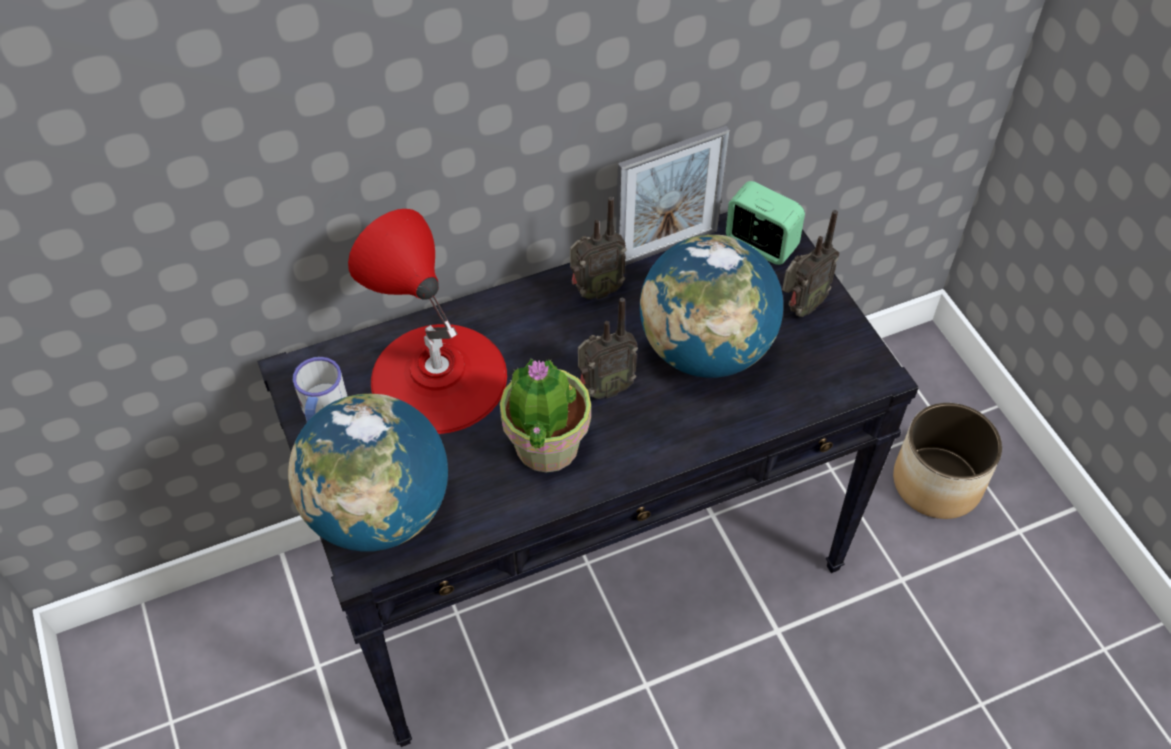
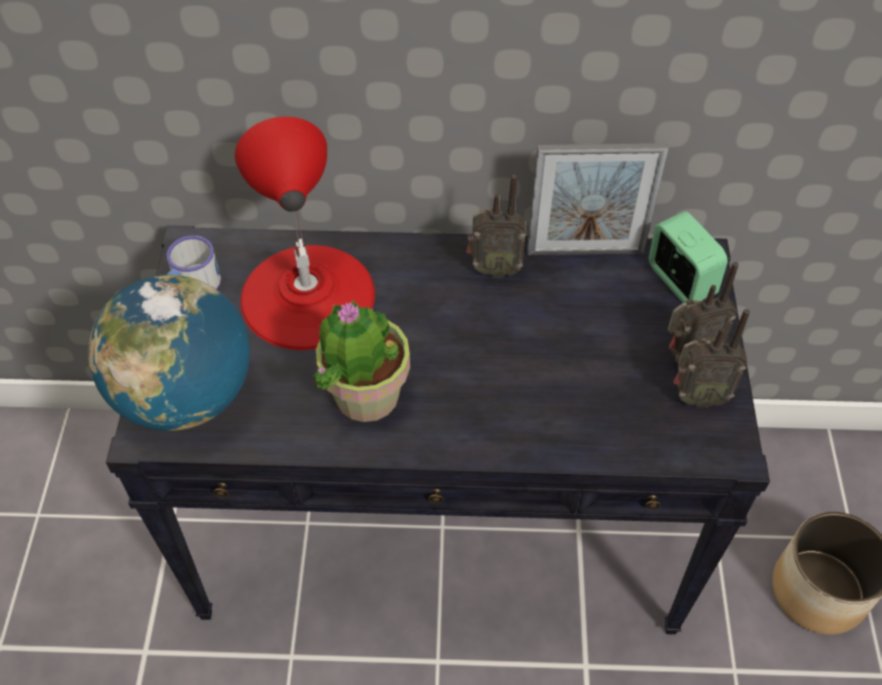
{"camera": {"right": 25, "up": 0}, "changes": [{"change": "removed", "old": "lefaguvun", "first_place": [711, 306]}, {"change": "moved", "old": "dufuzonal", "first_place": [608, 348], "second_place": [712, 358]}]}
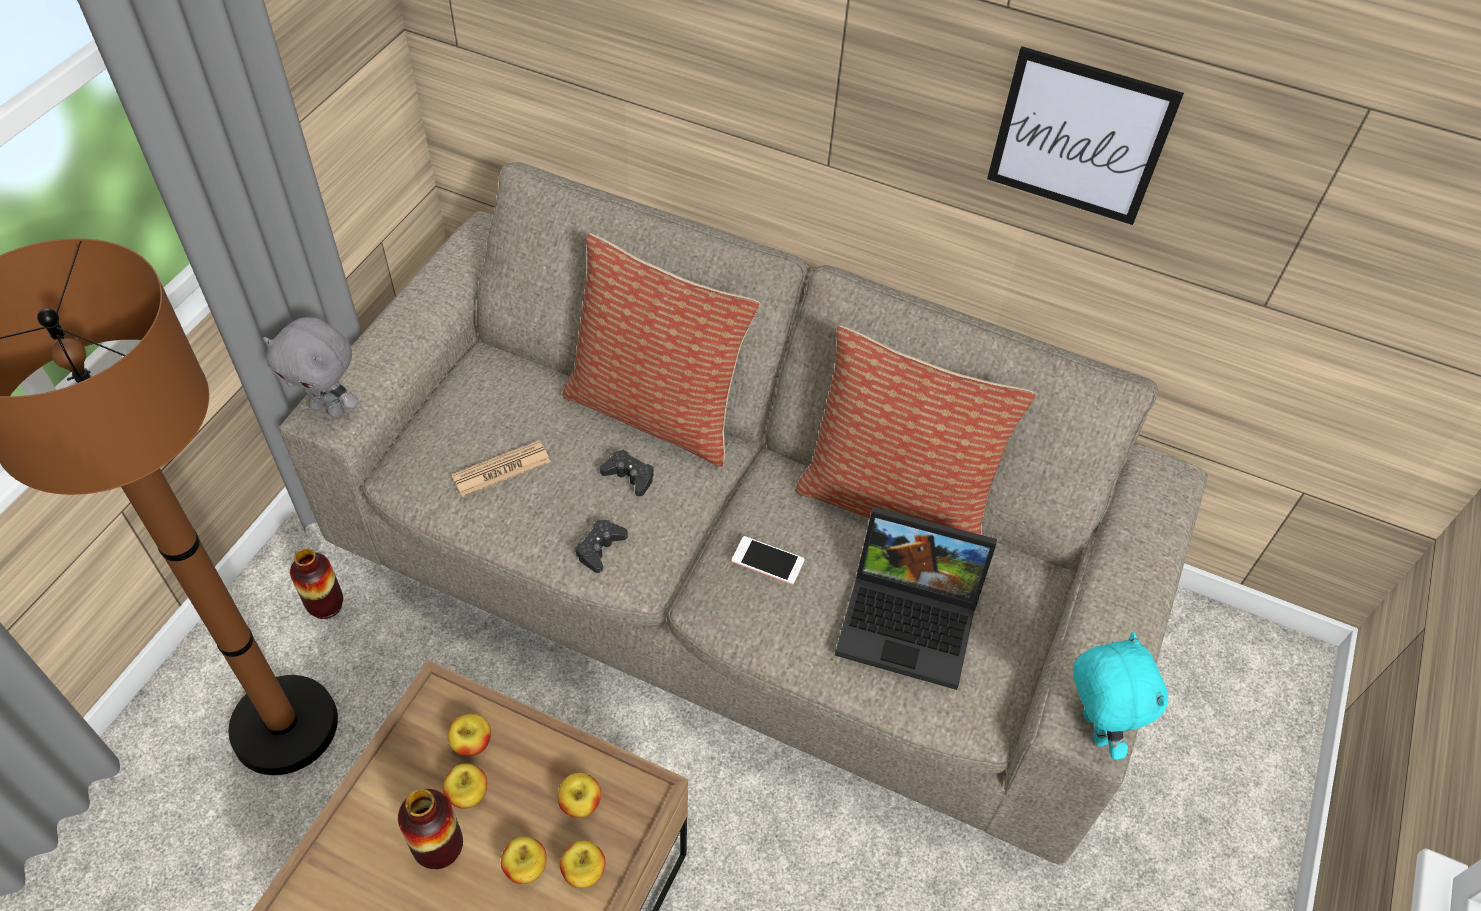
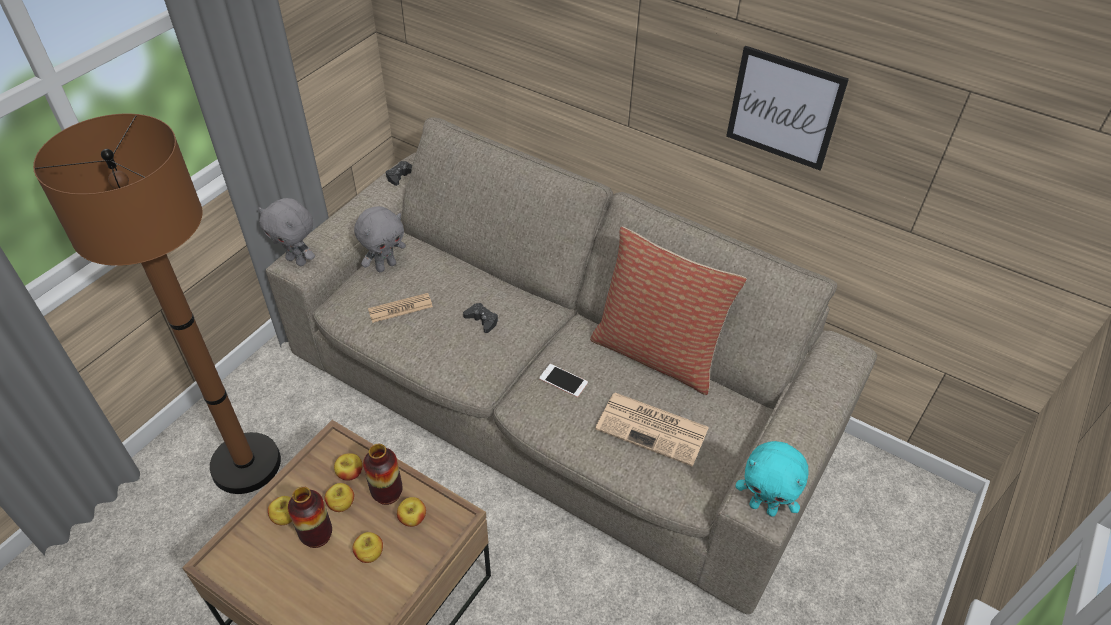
{"camera": {"right": 10, "up": -5}, "changes": [{"change": "removed", "old": "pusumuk", "first_place": [661, 350]}, {"change": "added", "new": "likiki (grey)", "second_place": [380, 239]}, {"change": "moved", "old": "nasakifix", "first_place": [316, 583], "second_place": [383, 474]}, {"change": "moved", "old": "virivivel", "first_place": [582, 864], "second_place": [280, 510]}, {"change": "moved", "old": "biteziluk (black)", "first_place": [601, 546], "second_place": [399, 173]}, {"change": "replaced", "old": "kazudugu", "new": "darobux", "first_place": [916, 598], "second_place": [652, 429]}, {"change": "turned", "old": "likiki (turquoise)", "first_place": [1120, 696], "second_place": [771, 479], "degrees": 120}]}
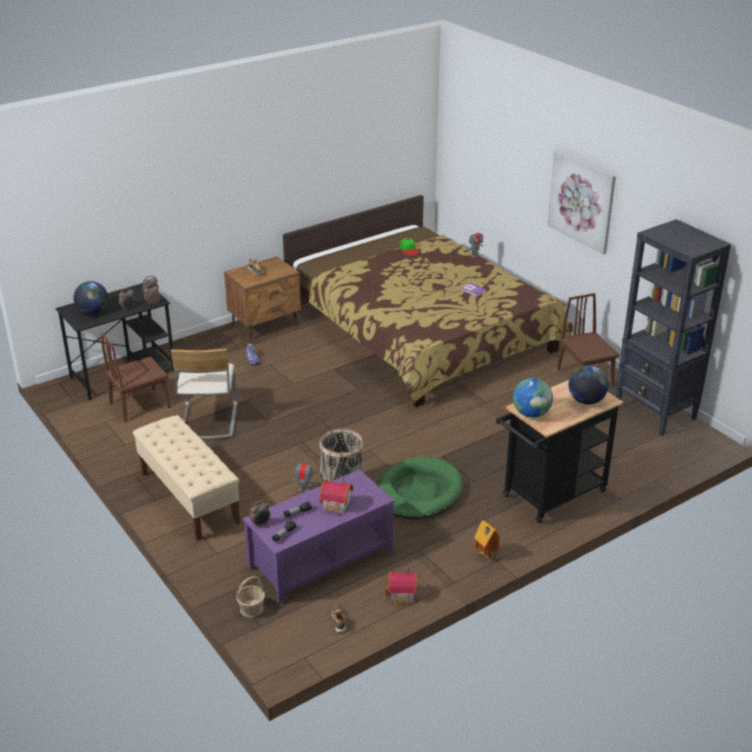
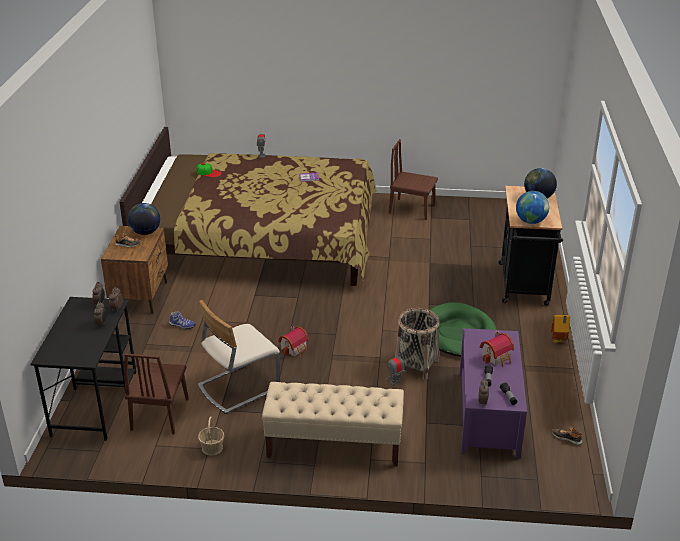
{"camera": {"right": -50, "up": 0}, "changes": [{"change": "removed", "old": "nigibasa", "first_place": [581, 202]}, {"change": "removed", "old": "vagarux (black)", "first_place": [673, 327]}, {"change": "moved", "old": "lefaguvun", "first_place": [91, 298], "second_place": [144, 219]}, {"change": "moved", "old": "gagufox", "first_place": [250, 597], "second_place": [211, 436]}, {"change": "moved", "old": "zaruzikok", "first_place": [401, 587], "second_place": [293, 341]}, {"change": "turned", "old": "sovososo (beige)", "first_place": [204, 393], "second_place": [239, 357], "degrees": 105}]}
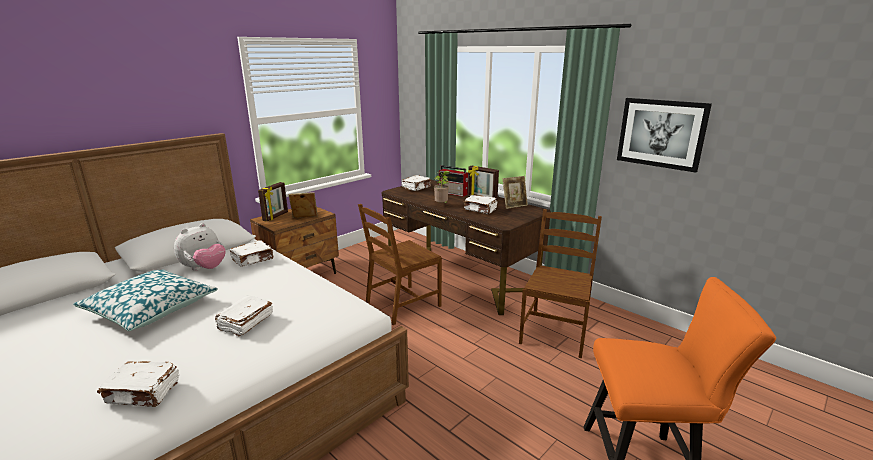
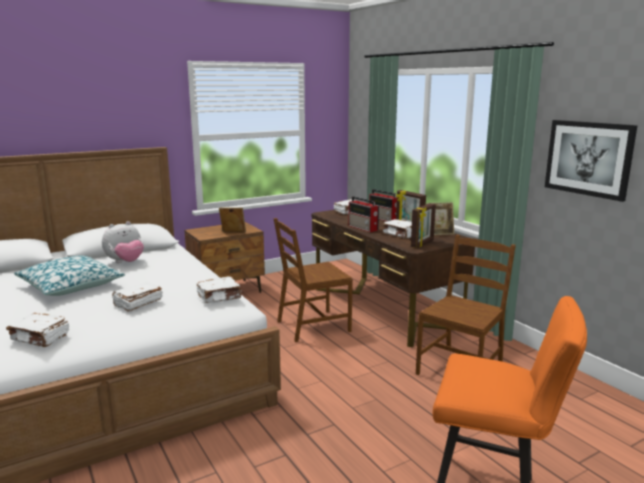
{"camera": {"right": 15, "up": -5}, "changes": [{"change": "moved", "old": "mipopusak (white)", "first_place": [252, 253], "second_place": [219, 289]}, {"change": "moved", "old": "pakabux", "first_place": [273, 202], "second_place": [423, 225]}, {"change": "replaced", "old": "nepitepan", "new": "dufuzonal", "first_place": [442, 187], "second_place": [363, 214]}]}
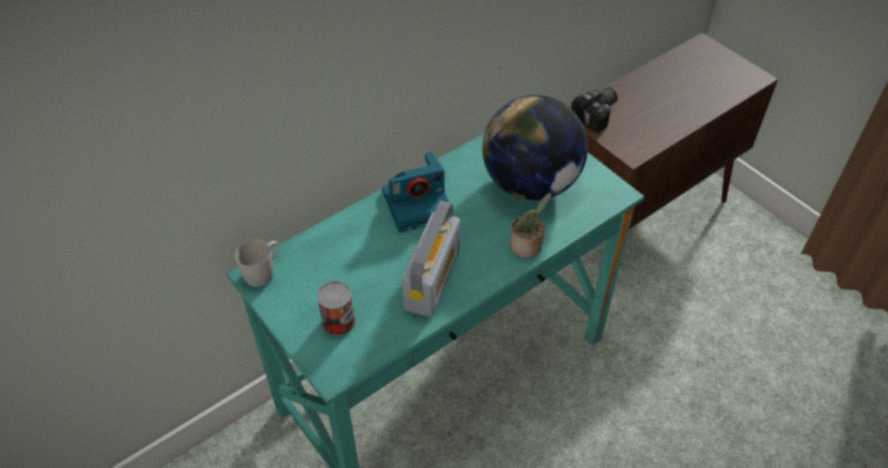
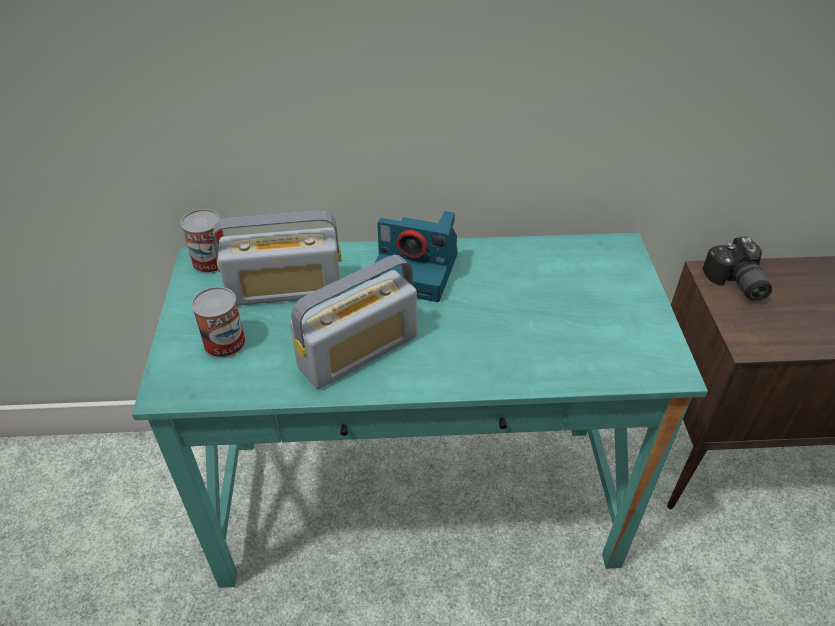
{"camera": {"right": 35, "up": -5}, "changes": [{"change": "removed", "old": "lefaguvun", "first_place": [535, 147]}, {"change": "removed", "old": "nepitepan", "first_place": [531, 225]}, {"change": "added", "new": "dufuzonal", "second_place": [277, 258]}, {"change": "replaced", "old": "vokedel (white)", "new": "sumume", "first_place": [257, 263], "second_place": [202, 241]}, {"change": "turned", "old": "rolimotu", "first_place": [594, 110], "second_place": [737, 269], "degrees": 90}]}
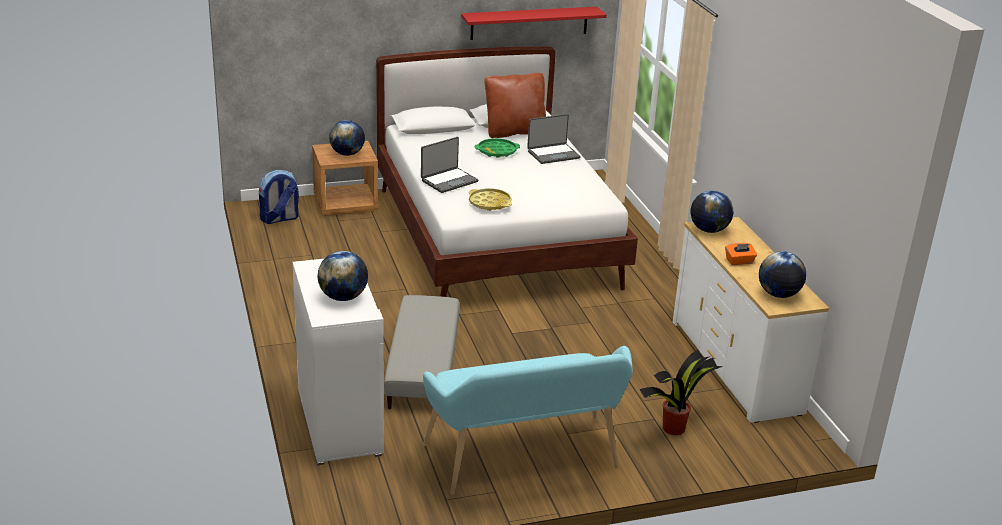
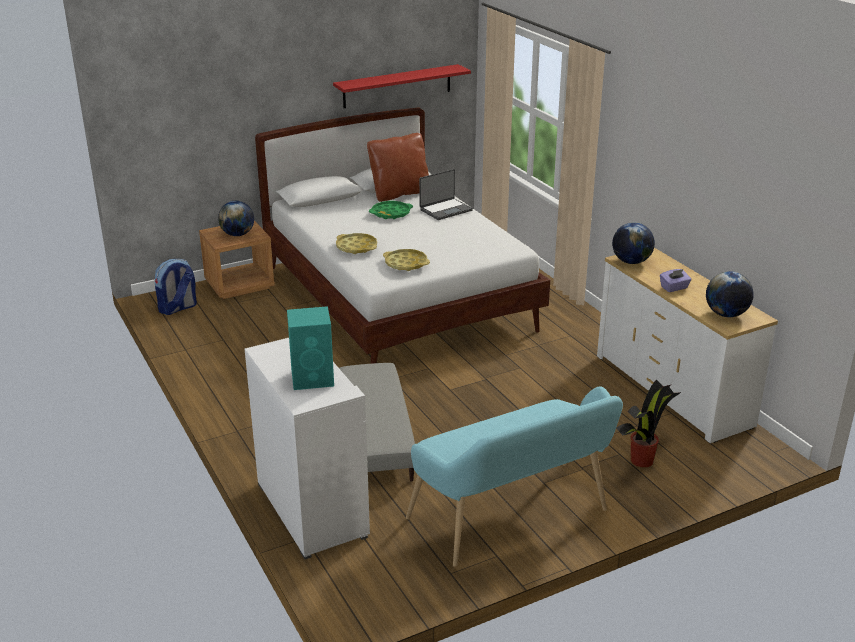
{"camera": {"right": -10, "up": 0}, "changes": [{"change": "replaced", "old": "lefaguvun", "new": "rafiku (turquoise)", "first_place": [343, 276], "second_place": [310, 348]}, {"change": "replaced", "old": "kazudugu", "new": "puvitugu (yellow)", "first_place": [449, 165], "second_place": [356, 243]}, {"change": "recoloured", "old": "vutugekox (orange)", "new": "vutugekox (purple)", "first_place": [741, 254], "second_place": [675, 280]}]}
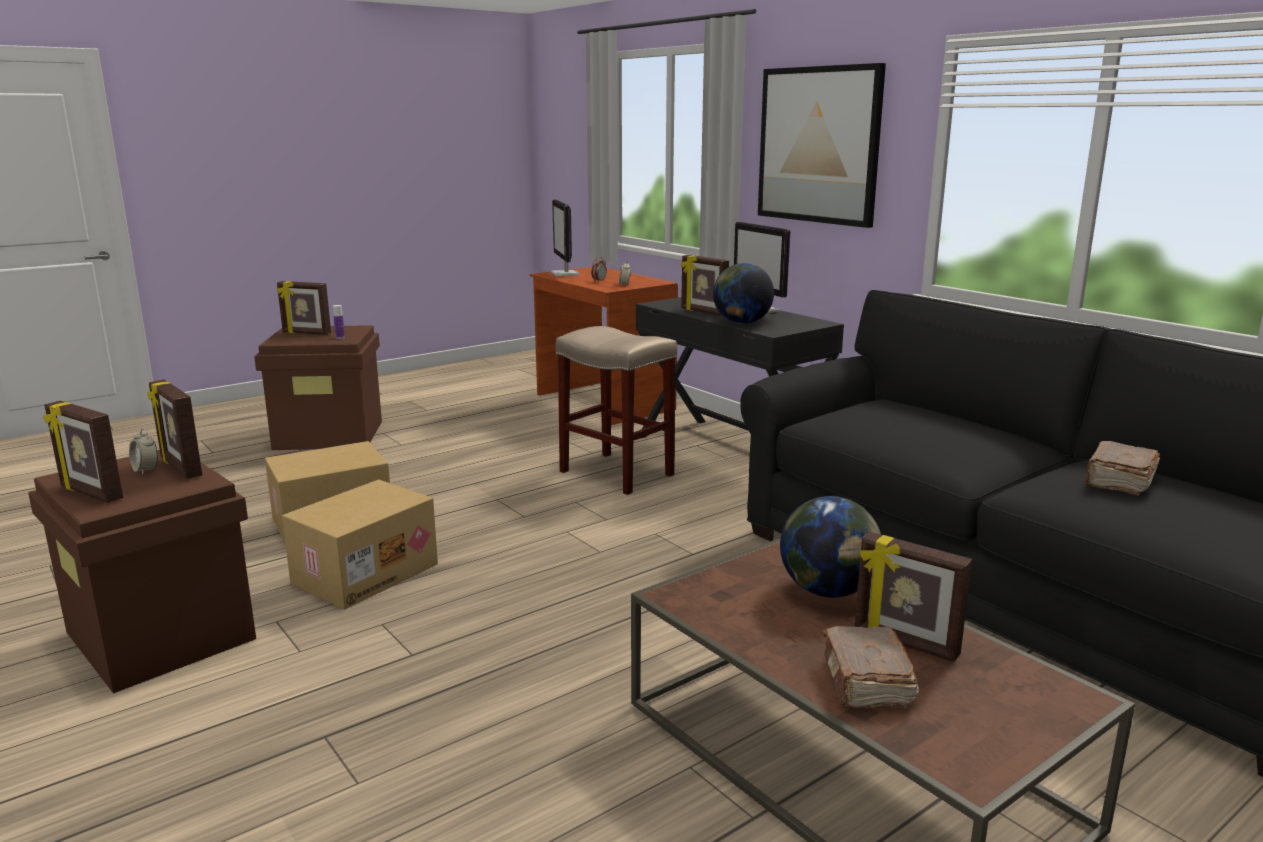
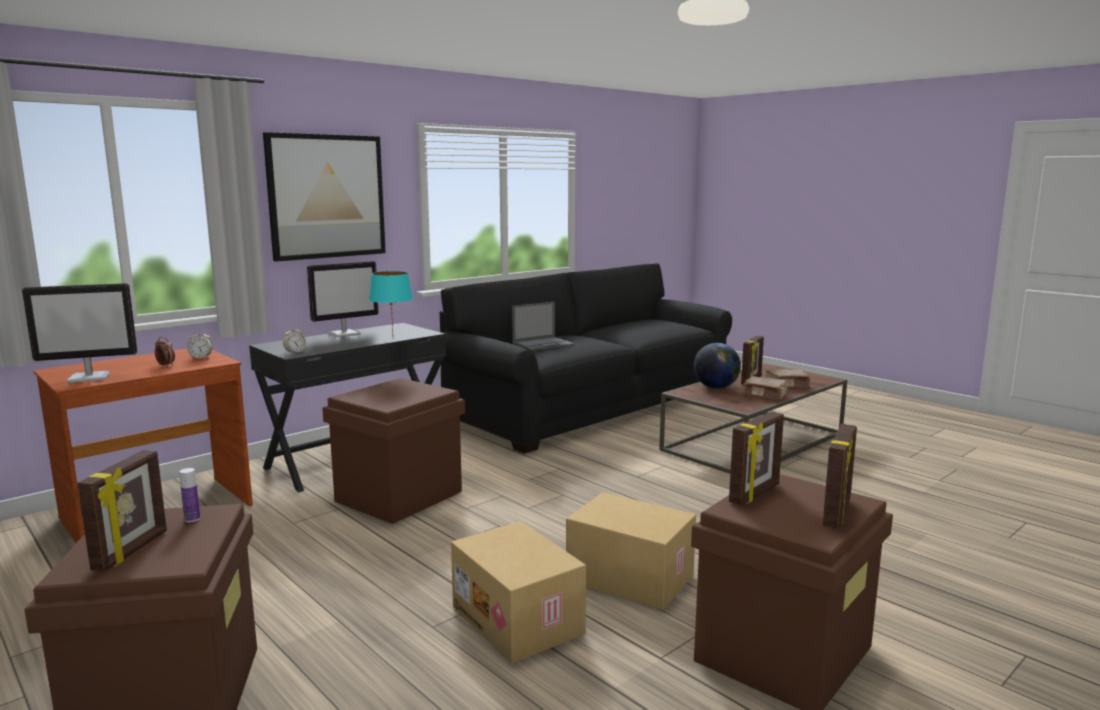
{"camera": {"right": -95, "up": -5}, "changes": [{"change": "removed", "old": "pakabux", "first_place": [705, 285]}, {"change": "added", "new": "kazudugu", "second_place": [543, 326]}, {"change": "moved", "old": "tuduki", "first_place": [143, 451], "second_place": [294, 340]}, {"change": "moved", "old": "mipopusak (brown)", "first_place": [1122, 468], "second_place": [765, 388]}, {"change": "replaced", "old": "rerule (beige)", "new": "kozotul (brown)", "first_place": [616, 410], "second_place": [393, 451]}, {"change": "replaced", "old": "lefaguvun", "new": "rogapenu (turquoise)", "first_place": [743, 293], "second_place": [391, 302]}]}
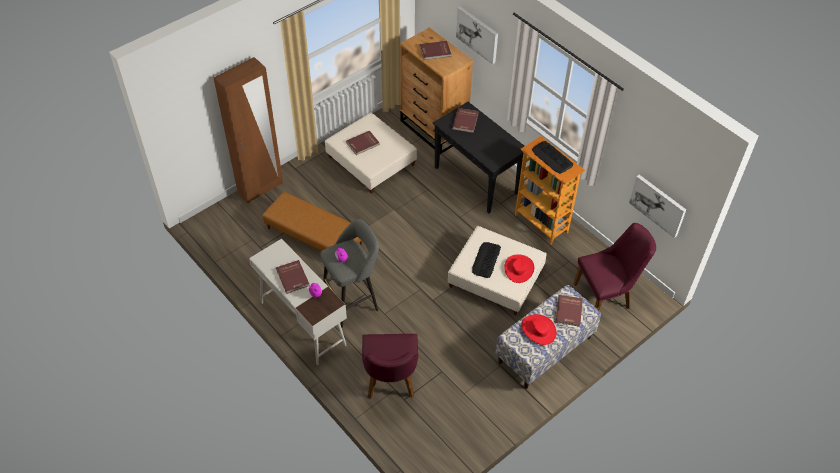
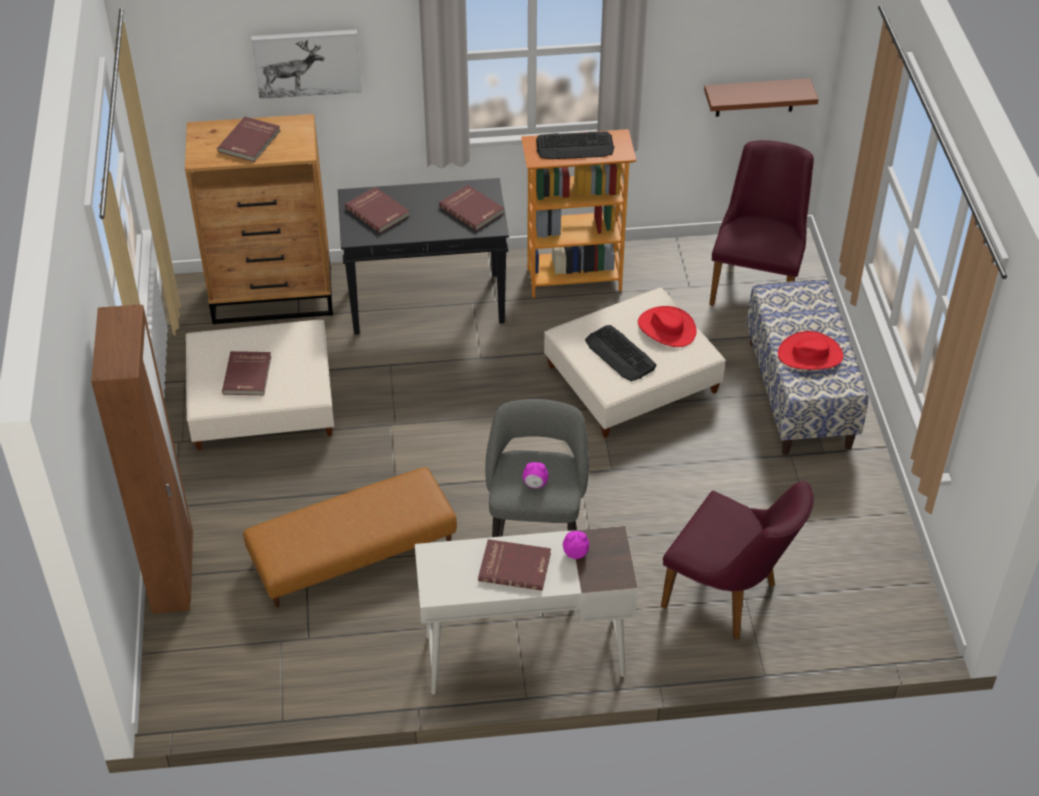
{"camera": {"right": -55, "up": -5}, "changes": [{"change": "moved", "old": "mipopusak (red)", "first_place": [569, 311], "second_place": [471, 207]}, {"change": "replaced", "old": "nigibasa", "new": "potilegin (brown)", "first_place": [657, 206], "second_place": [761, 97]}]}
